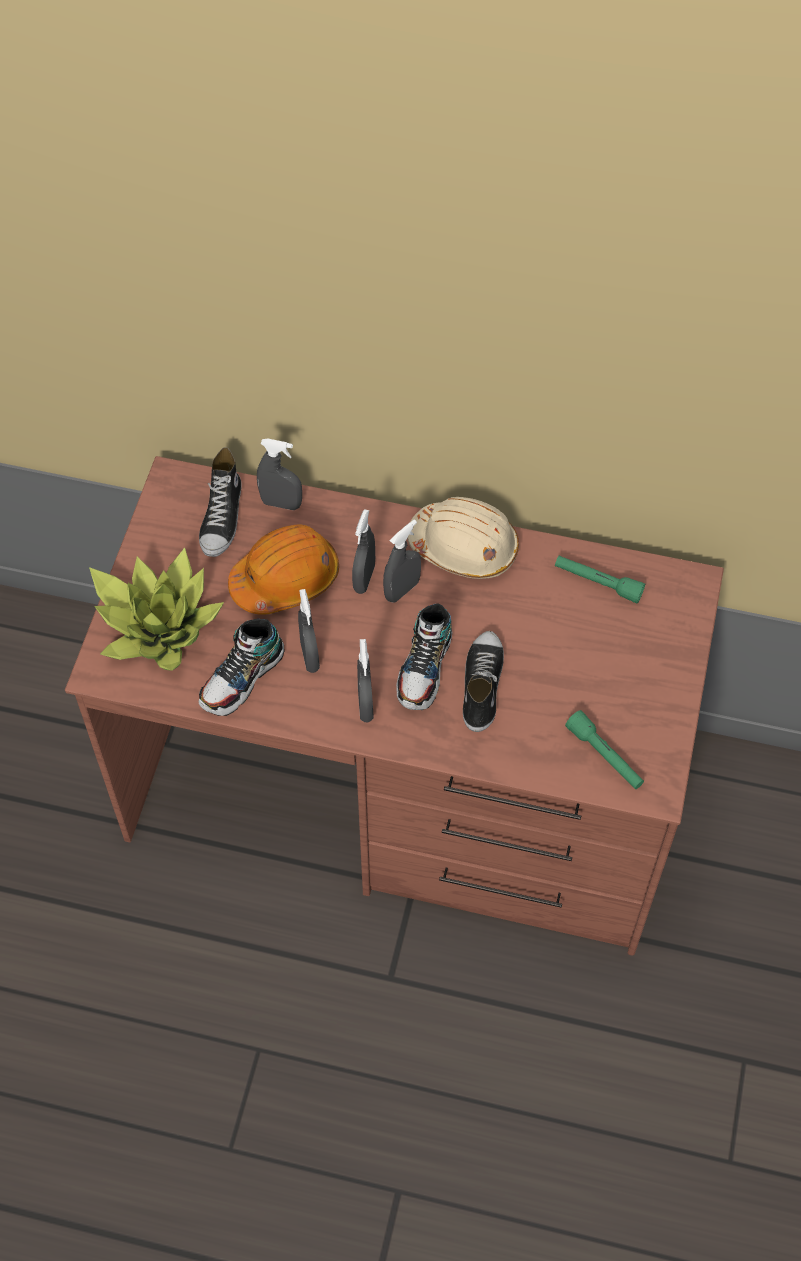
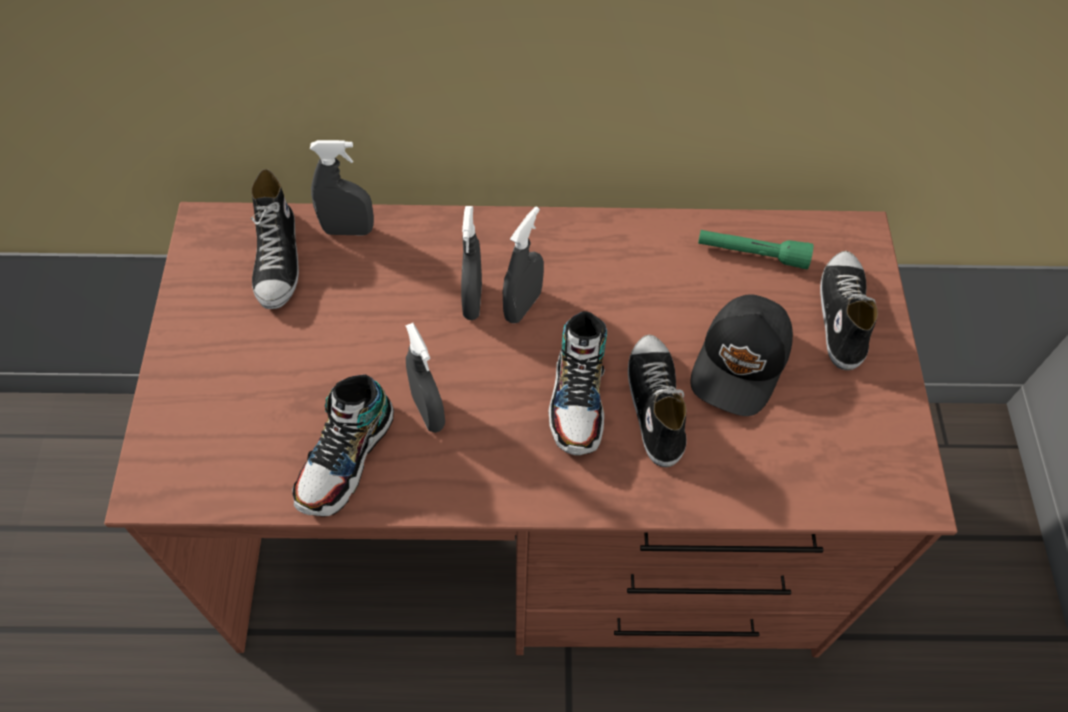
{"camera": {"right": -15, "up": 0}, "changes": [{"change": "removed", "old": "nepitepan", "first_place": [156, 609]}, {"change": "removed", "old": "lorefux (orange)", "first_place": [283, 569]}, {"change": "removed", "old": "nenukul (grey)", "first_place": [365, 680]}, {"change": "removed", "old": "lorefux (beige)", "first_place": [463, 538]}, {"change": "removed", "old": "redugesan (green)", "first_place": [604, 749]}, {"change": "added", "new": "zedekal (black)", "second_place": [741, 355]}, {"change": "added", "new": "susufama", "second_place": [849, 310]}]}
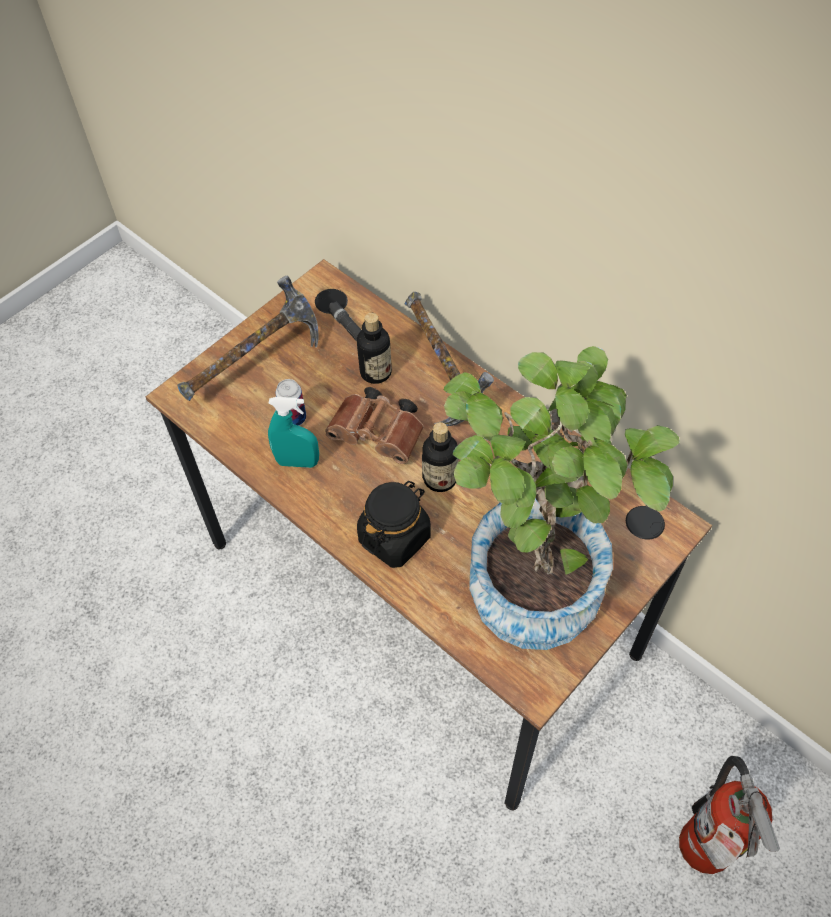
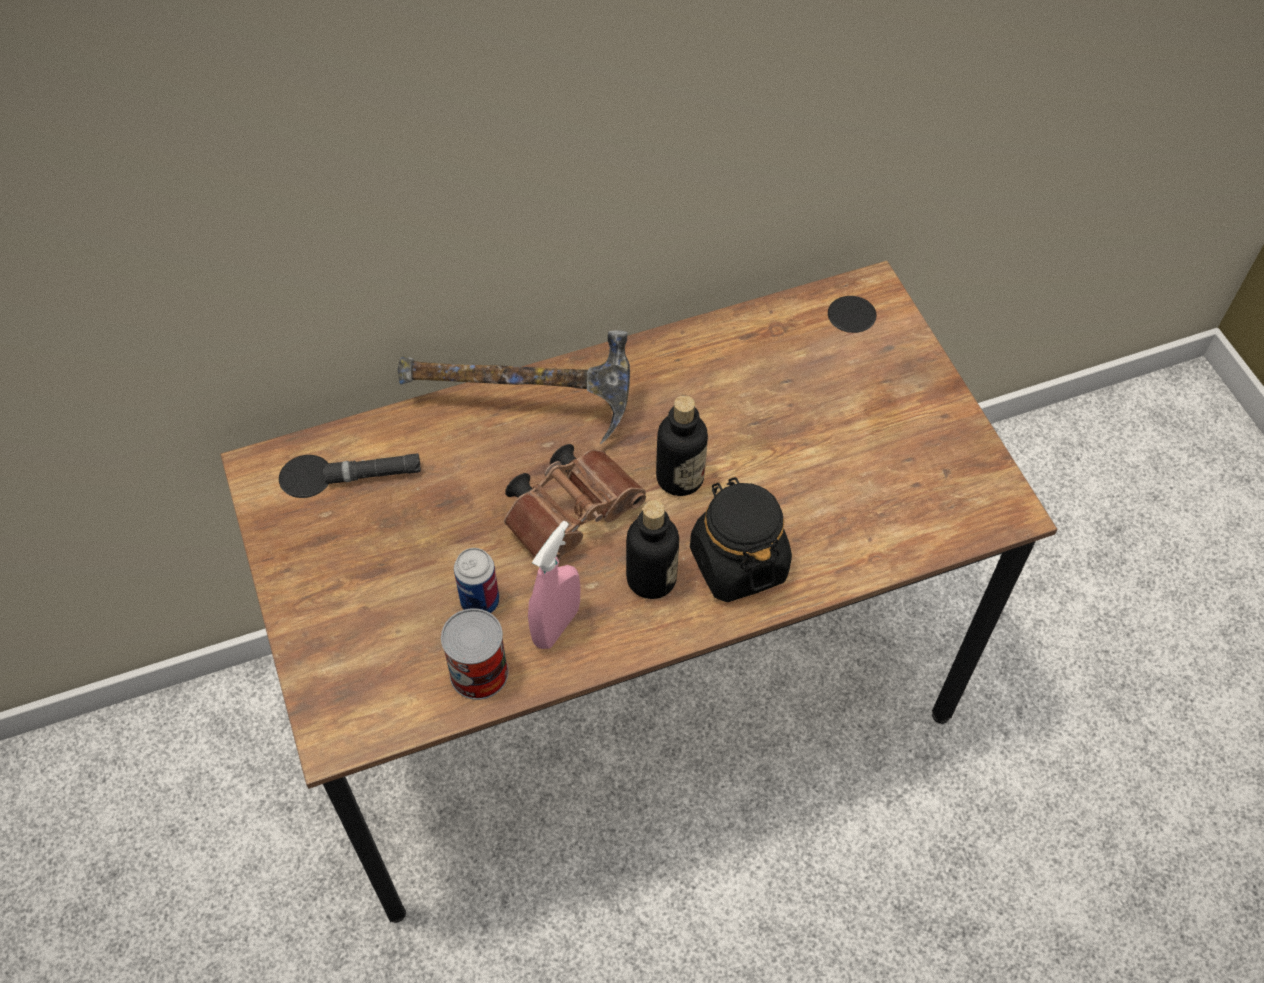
{"camera": {"right": -65, "up": 0}, "changes": [{"change": "removed", "old": "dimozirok", "first_place": [247, 338]}, {"change": "removed", "old": "nepitepan", "first_place": [562, 498]}, {"change": "removed", "old": "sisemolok", "first_place": [729, 815]}, {"change": "added", "new": "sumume", "second_place": [474, 654]}, {"change": "moved", "old": "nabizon", "first_place": [374, 348], "second_place": [652, 549]}, {"change": "recoloured", "old": "nenukul (turquoise)", "new": "nenukul (pink)", "first_place": [293, 432], "second_place": [554, 585]}]}
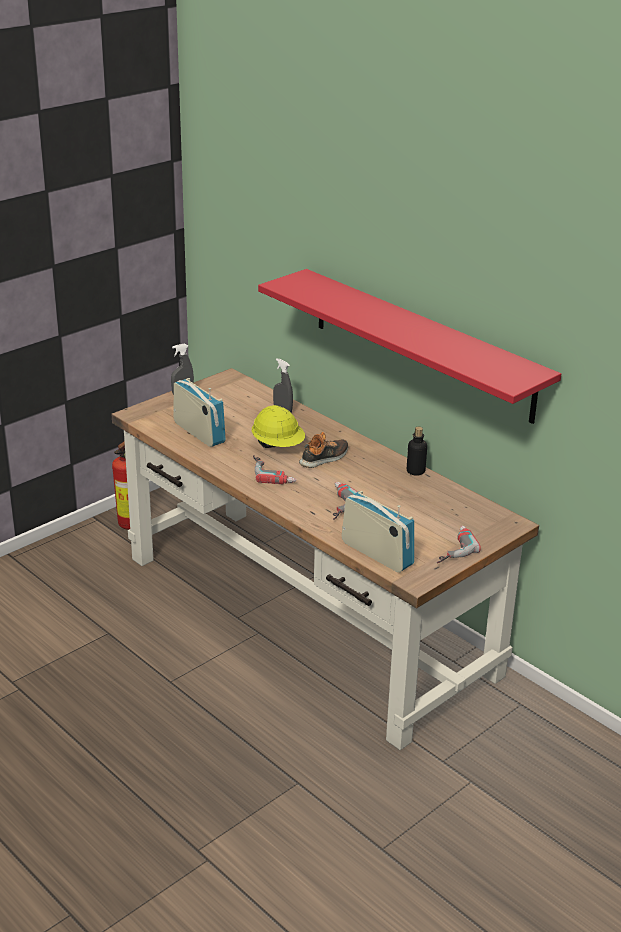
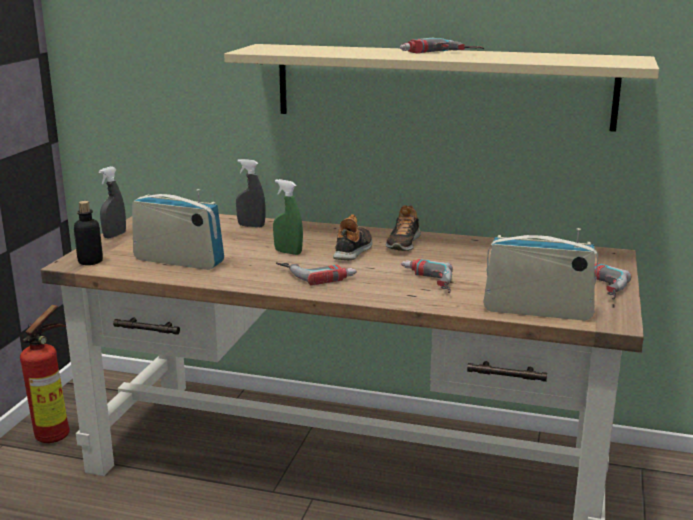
{"camera": {"right": -30, "up": -10}, "changes": [{"change": "added", "new": "susufama", "second_place": [403, 228]}, {"change": "added", "new": "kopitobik", "second_place": [442, 46]}, {"change": "moved", "old": "nabizon", "first_place": [417, 451], "second_place": [88, 233]}, {"change": "replaced", "old": "lorefux (yellow)", "new": "nenukul (green)", "first_place": [278, 426], "second_place": [288, 217]}, {"change": "recoloured", "old": "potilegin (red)", "new": "potilegin (beige)", "first_place": [409, 346], "second_place": [441, 88]}]}
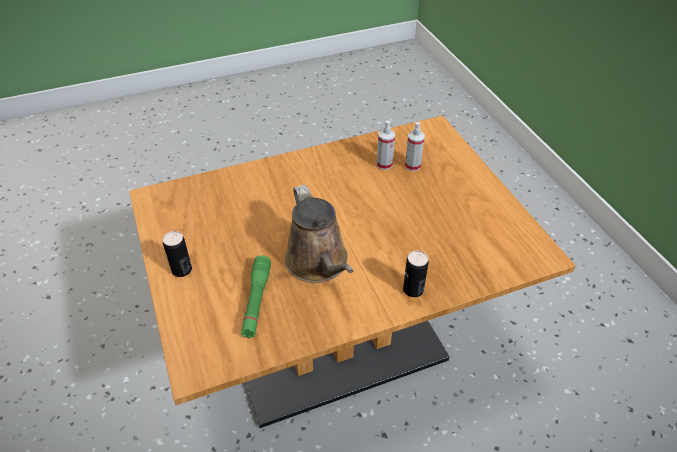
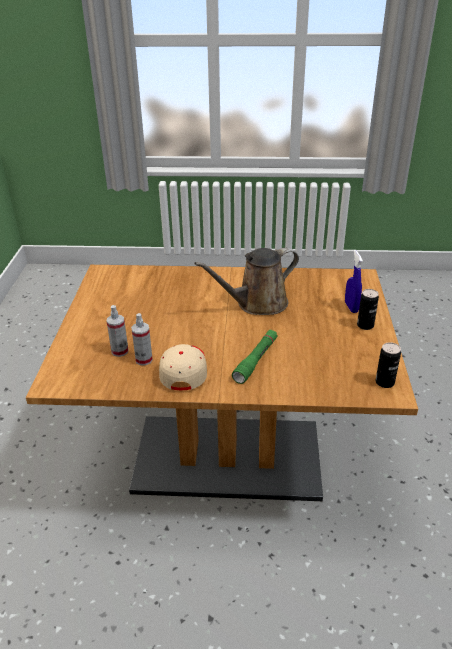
{"camera": {"right": -155, "up": -10}, "changes": [{"change": "added", "new": "zedekal (beige)", "second_place": [183, 367]}, {"change": "added", "new": "nenukul (blue)", "second_place": [354, 281]}, {"change": "moved", "old": "redugesan (green)", "first_place": [256, 296], "second_place": [255, 357]}, {"change": "moved", "old": "sumume", "first_place": [416, 274], "second_place": [388, 365]}, {"change": "turned", "old": "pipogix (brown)", "first_place": [319, 233], "second_place": [247, 281], "degrees": -120}]}
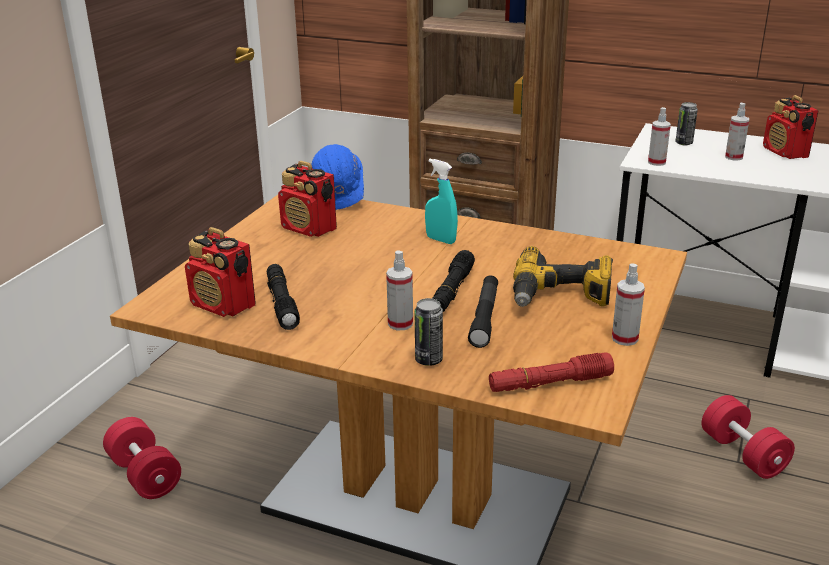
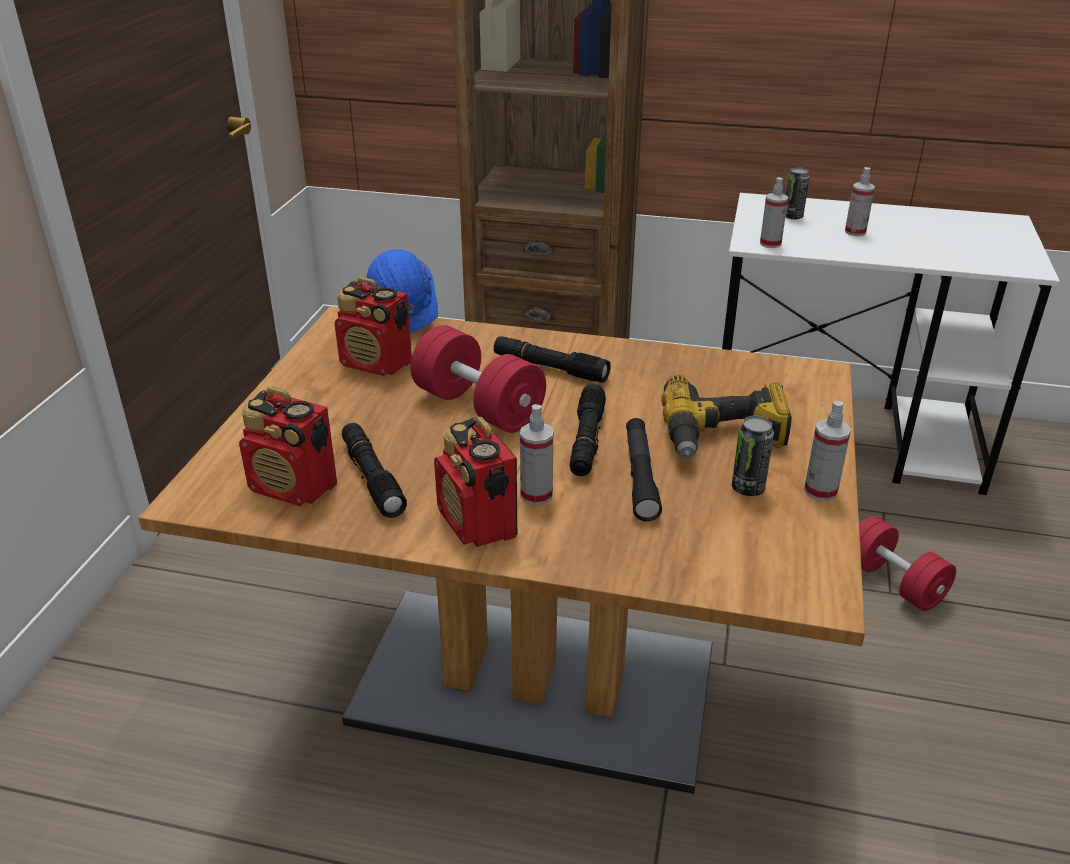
{"camera": {"right": -10, "up": 5}, "changes": [{"change": "removed", "old": "redugesan (red)", "first_place": [551, 372]}, {"change": "moved", "old": "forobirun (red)", "first_place": [142, 458], "second_place": [478, 379]}, {"change": "moved", "old": "sumume", "first_place": [428, 332], "second_place": [753, 456]}, {"change": "moved", "old": "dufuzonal", "first_place": [790, 127], "second_place": [475, 482]}, {"change": "replaced", "old": "nenukul (turquoise)", "new": "redugesan (black)", "first_place": [441, 201], "second_place": [552, 359]}]}
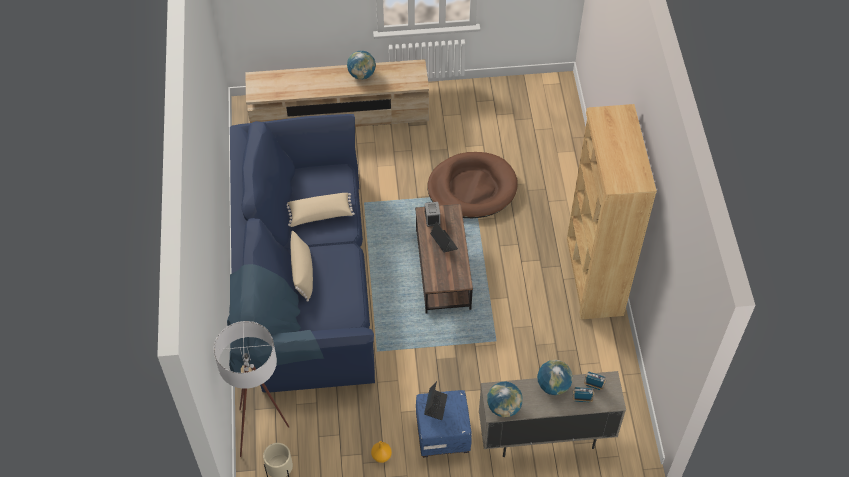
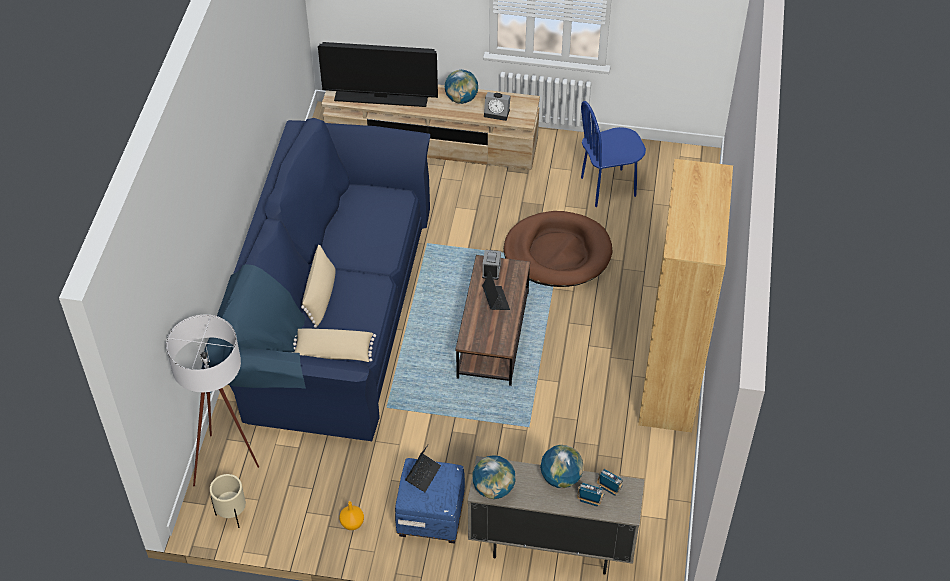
{"camera": {"right": 15, "up": -5}, "changes": [{"change": "added", "new": "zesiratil", "second_place": [378, 74]}, {"change": "added", "new": "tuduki", "second_place": [497, 106]}, {"change": "added", "new": "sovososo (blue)", "second_place": [613, 154]}, {"change": "moved", "old": "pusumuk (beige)", "first_place": [321, 210], "second_place": [334, 345]}]}
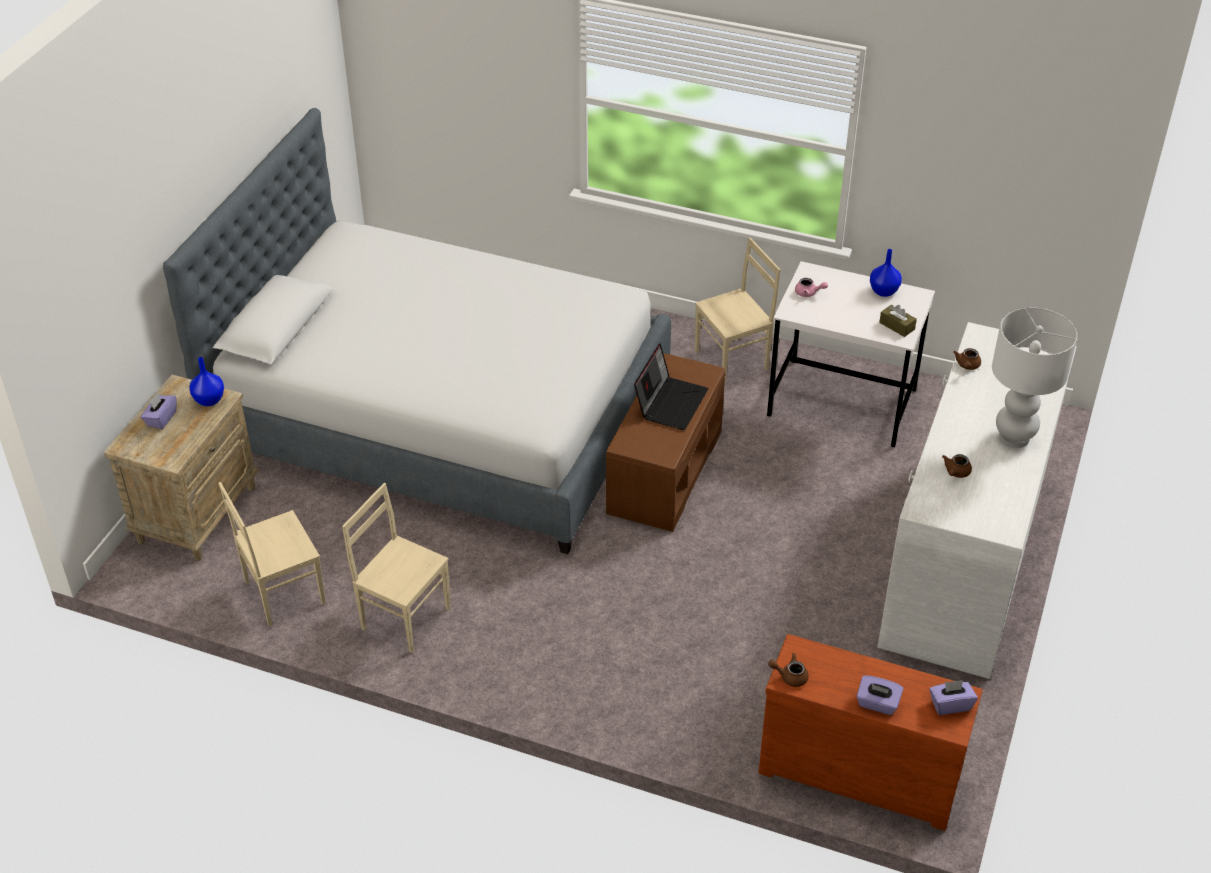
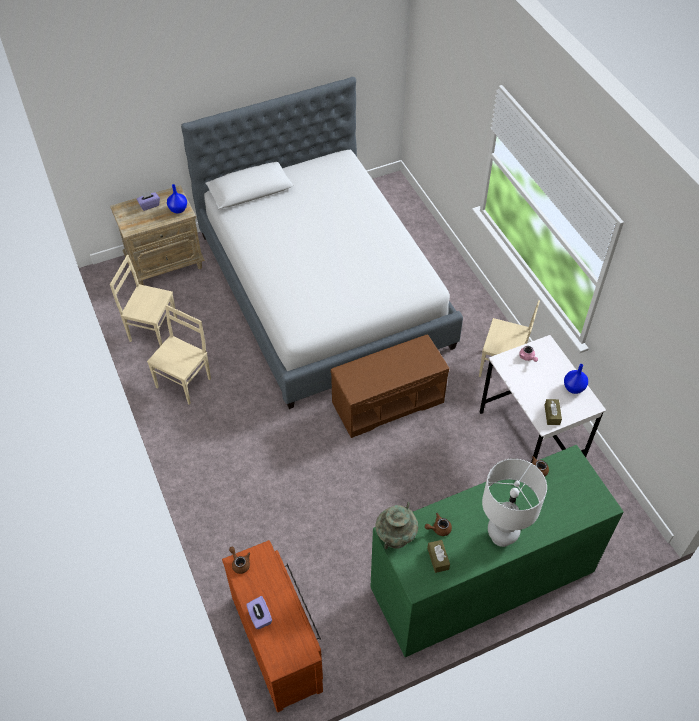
{"camera": {"right": 45, "up": 10}, "changes": [{"change": "removed", "old": "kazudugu", "first_place": [671, 387]}, {"change": "removed", "old": "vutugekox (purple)", "first_place": [953, 697]}, {"change": "added", "new": "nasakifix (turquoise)", "second_place": [397, 525]}, {"change": "added", "new": "vutugekox (brown)", "second_place": [438, 556]}, {"change": "recoloured", "old": "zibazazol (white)", "new": "zibazazol (green)", "first_place": [976, 500], "second_place": [497, 551]}, {"change": "turned", "old": "sovososo (beige)", "first_place": [396, 568], "second_place": [179, 355], "degrees": 45}]}
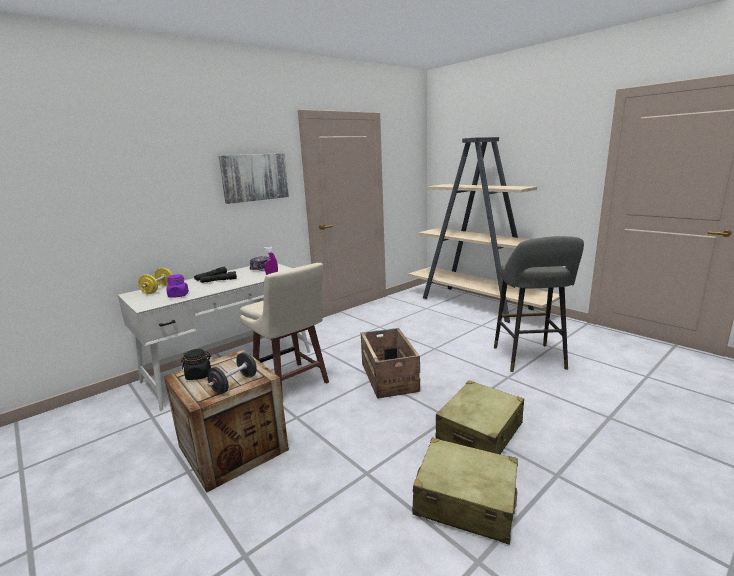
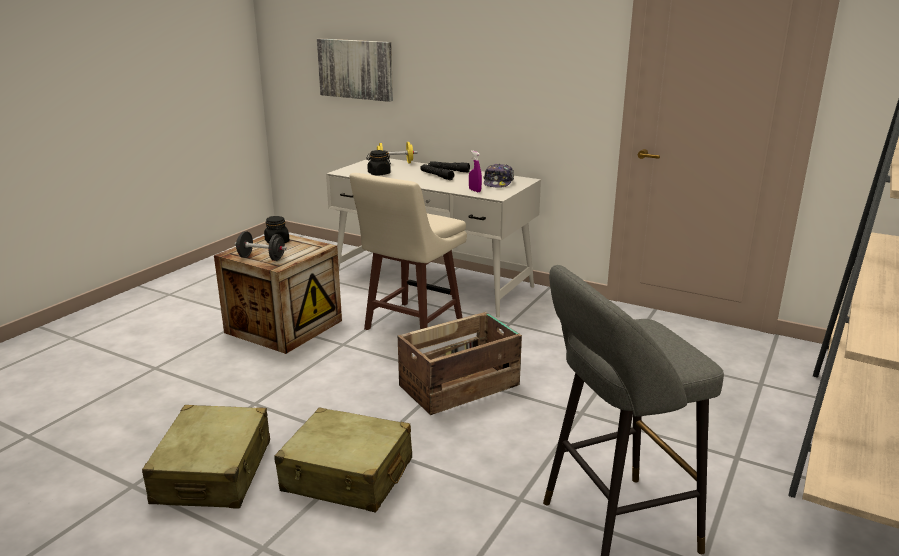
{"camera": {"right": 70, "up": 5}, "changes": [{"change": "moved", "old": "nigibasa", "first_place": [254, 178], "second_place": [355, 70]}, {"change": "recoloured", "old": "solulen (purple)", "new": "solulen (black)", "first_place": [178, 286], "second_place": [378, 162]}]}
